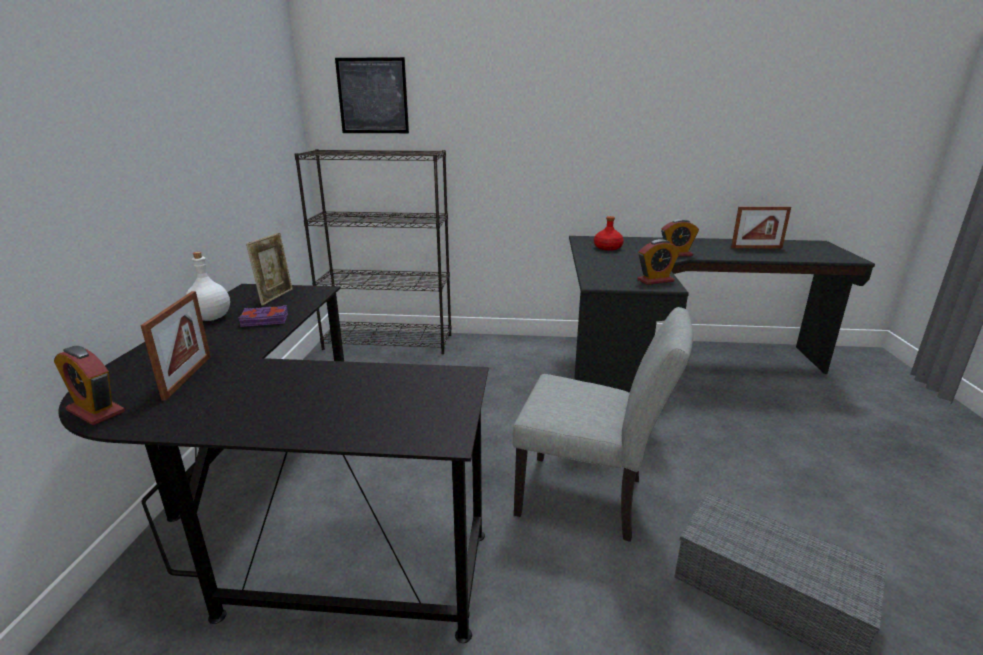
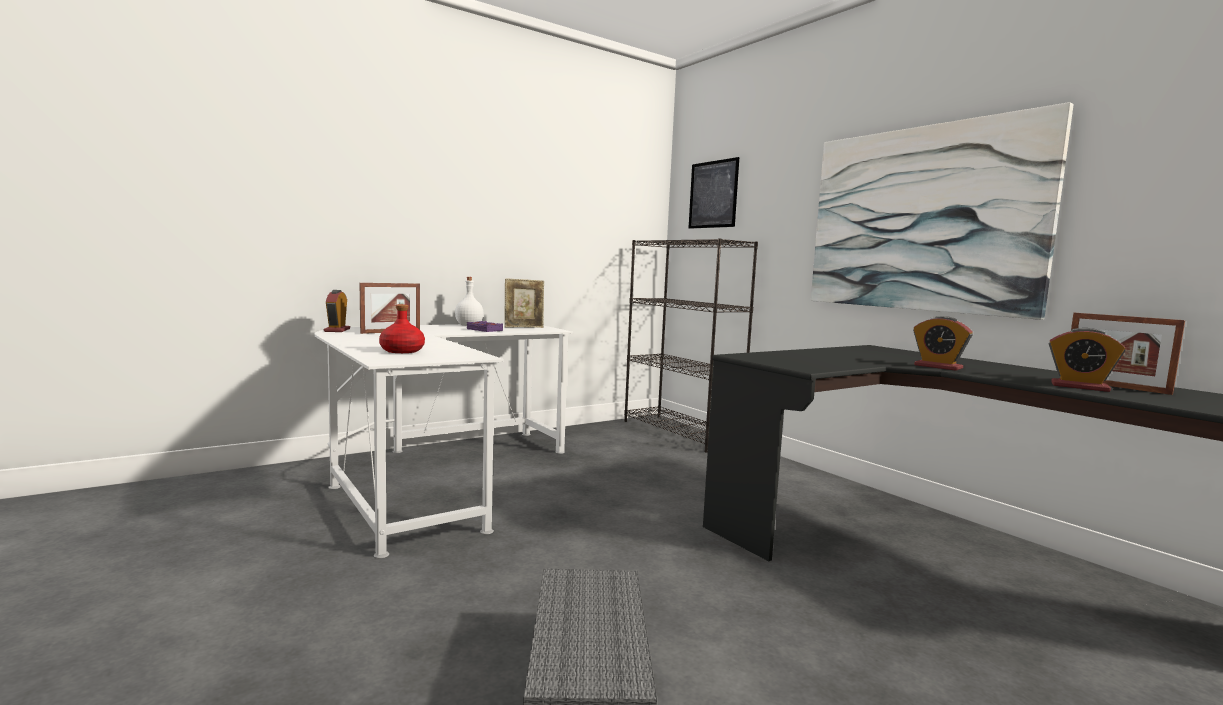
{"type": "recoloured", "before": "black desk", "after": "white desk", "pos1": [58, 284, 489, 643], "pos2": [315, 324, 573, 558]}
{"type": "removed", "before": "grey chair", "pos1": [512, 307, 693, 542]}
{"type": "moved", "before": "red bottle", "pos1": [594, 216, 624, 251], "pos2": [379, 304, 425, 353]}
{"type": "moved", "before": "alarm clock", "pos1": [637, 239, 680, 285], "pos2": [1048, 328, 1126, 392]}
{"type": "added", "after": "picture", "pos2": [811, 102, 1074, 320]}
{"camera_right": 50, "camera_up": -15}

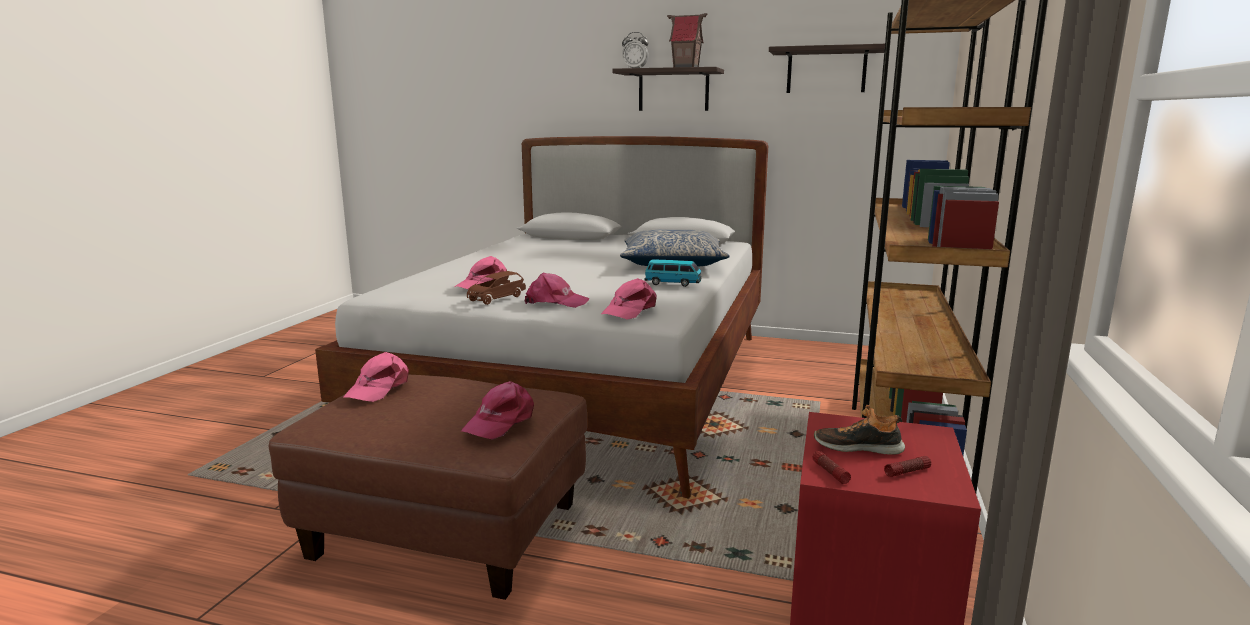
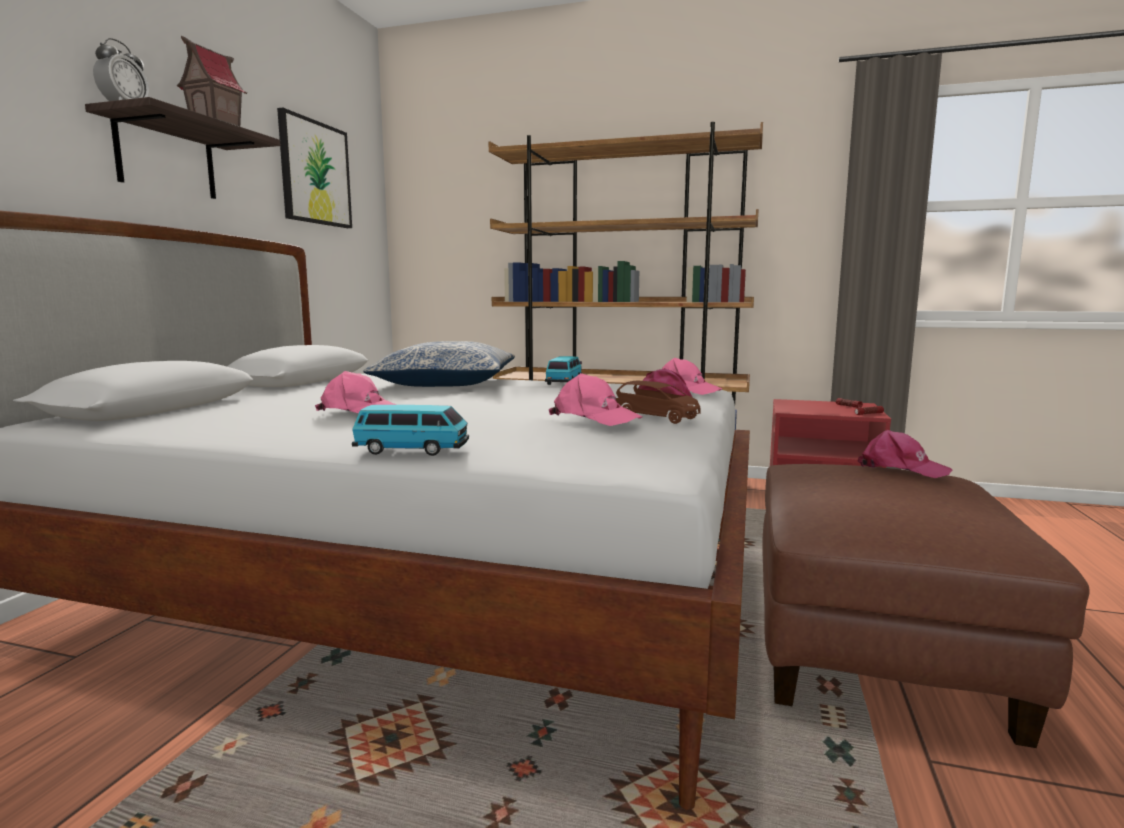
{"type": "moved", "before": "pink cap", "pos1": [343, 352, 409, 402], "pos2": [315, 371, 396, 413]}
{"type": "replaced", "before": "shelf", "after": "picture", "pos1": [769, 44, 885, 93], "pos2": [277, 108, 352, 228]}
{"type": "removed", "before": "shoe", "pos1": [814, 405, 905, 455]}
{"type": "added", "after": "toy car", "pos2": [352, 405, 469, 456]}
{"camera_right": -90, "camera_up": -5}

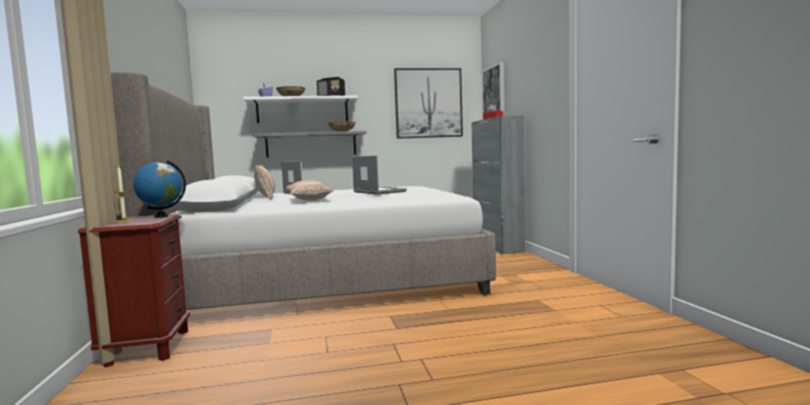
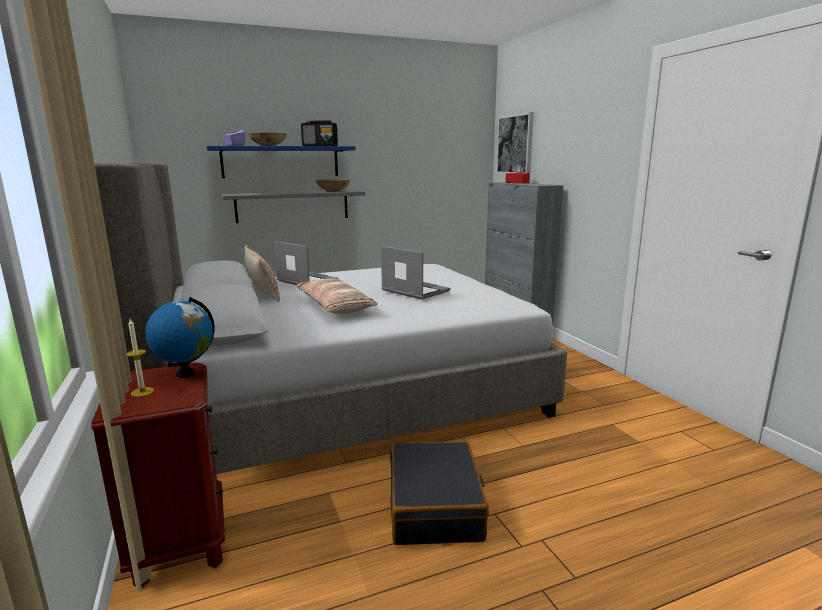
{"type": "recoloured", "before": "white shelf", "after": "blue shelf", "pos1": [243, 95, 358, 123], "pos2": [207, 146, 356, 178]}
{"type": "removed", "before": "picture", "pos1": [394, 68, 463, 139]}
{"type": "added", "after": "black suitcase", "pos2": [390, 441, 489, 545]}
{"camera_right": -10, "camera_up": 10}

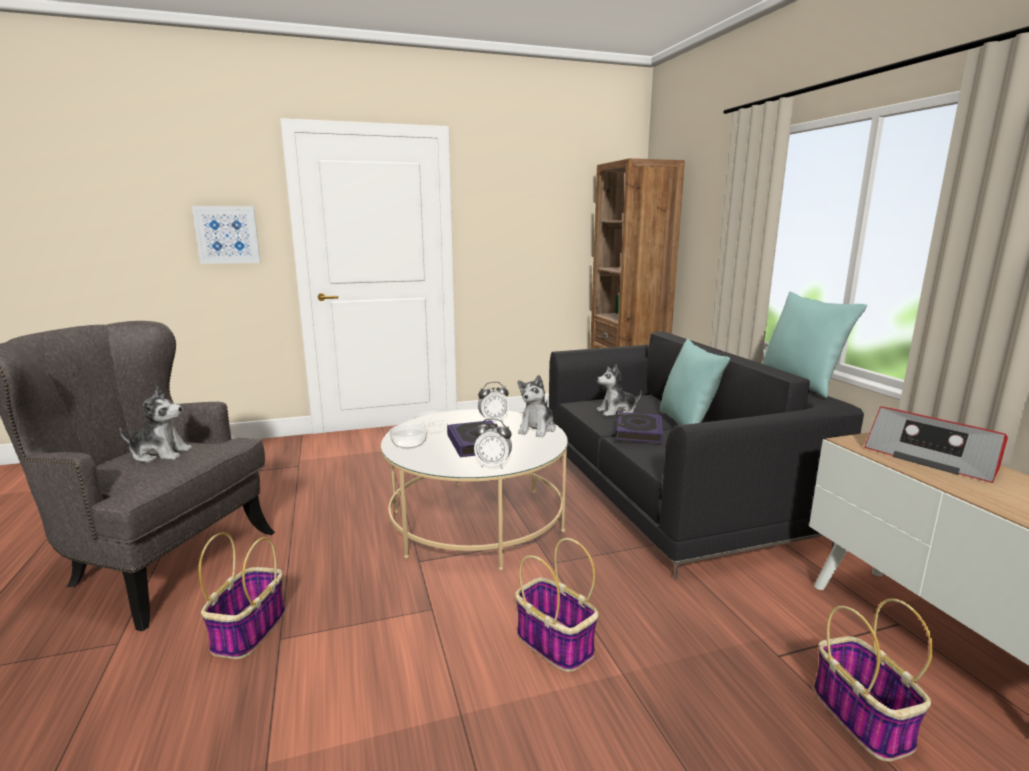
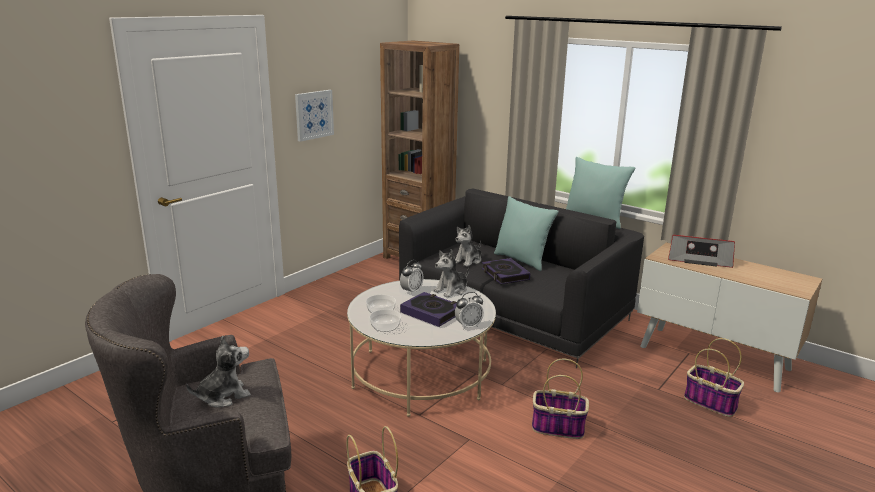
{"type": "moved", "before": "picture", "pos1": [192, 206, 260, 264], "pos2": [295, 90, 334, 142]}
{"type": "turned", "before": "plush toy", "pos1": [518, 375, 556, 437], "pos2": [434, 250, 469, 298], "turn": 60}
{"camera_right": -35, "camera_up": 5}

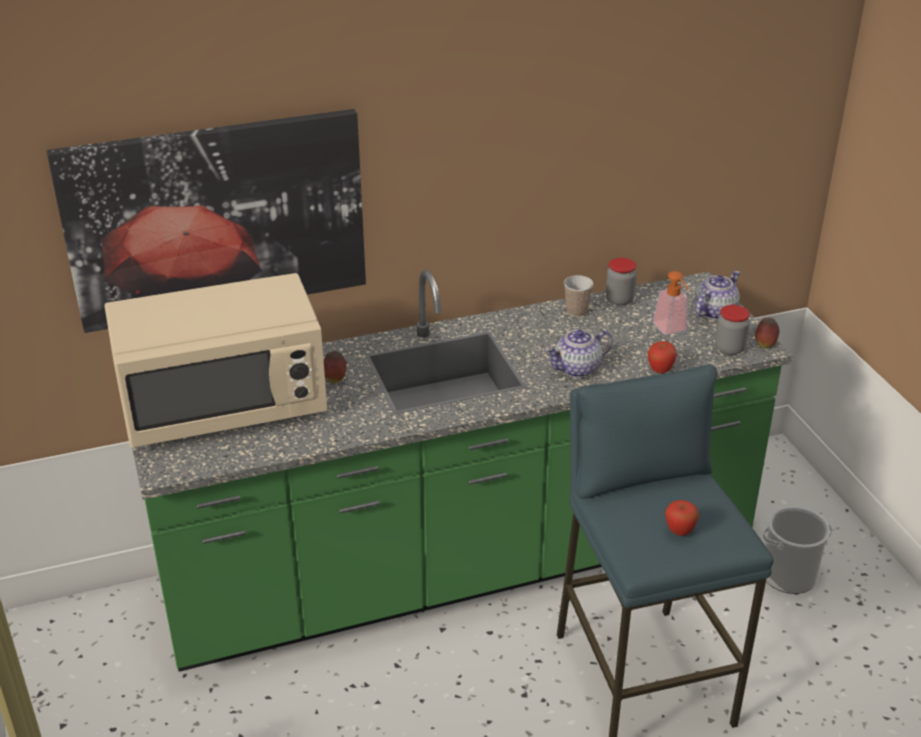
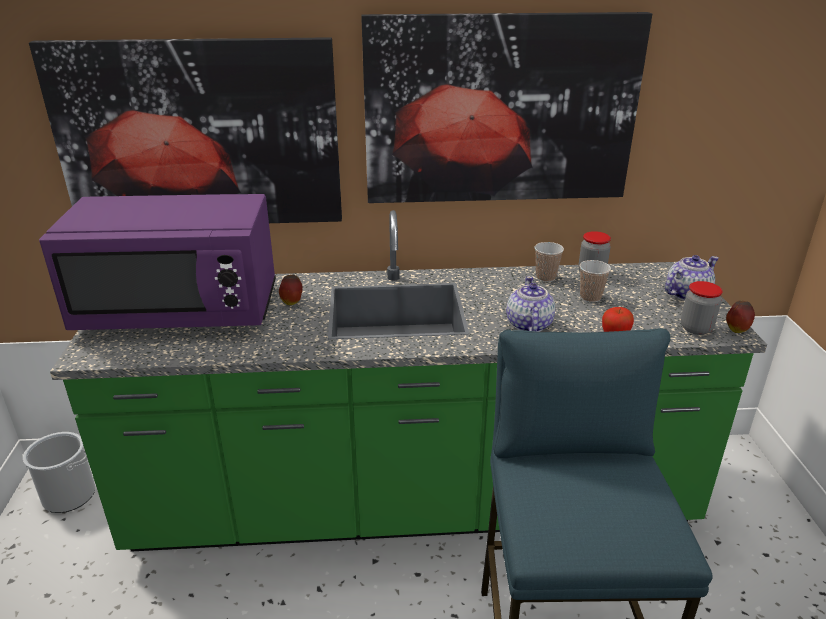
{"type": "recoloured", "before": "beige microwave", "after": "purple microwave", "pos1": [104, 273, 327, 447], "pos2": [39, 194, 276, 330]}
{"type": "turned", "before": "teapot", "pos1": [545, 329, 612, 378], "pos2": [506, 276, 556, 332], "turn": 105}
{"type": "removed", "before": "soap dispenser", "pos1": [653, 271, 689, 335]}
{"type": "removed", "before": "apple", "pos1": [665, 500, 699, 536]}
{"type": "moved", "before": "bucket", "pos1": [763, 506, 833, 594], "pos2": [22, 432, 95, 513]}
{"type": "added", "after": "picture", "pos2": [361, 12, 652, 203]}
{"type": "added", "after": "cup", "pos2": [580, 260, 611, 302]}
{"camera_right": 15, "camera_up": -5}

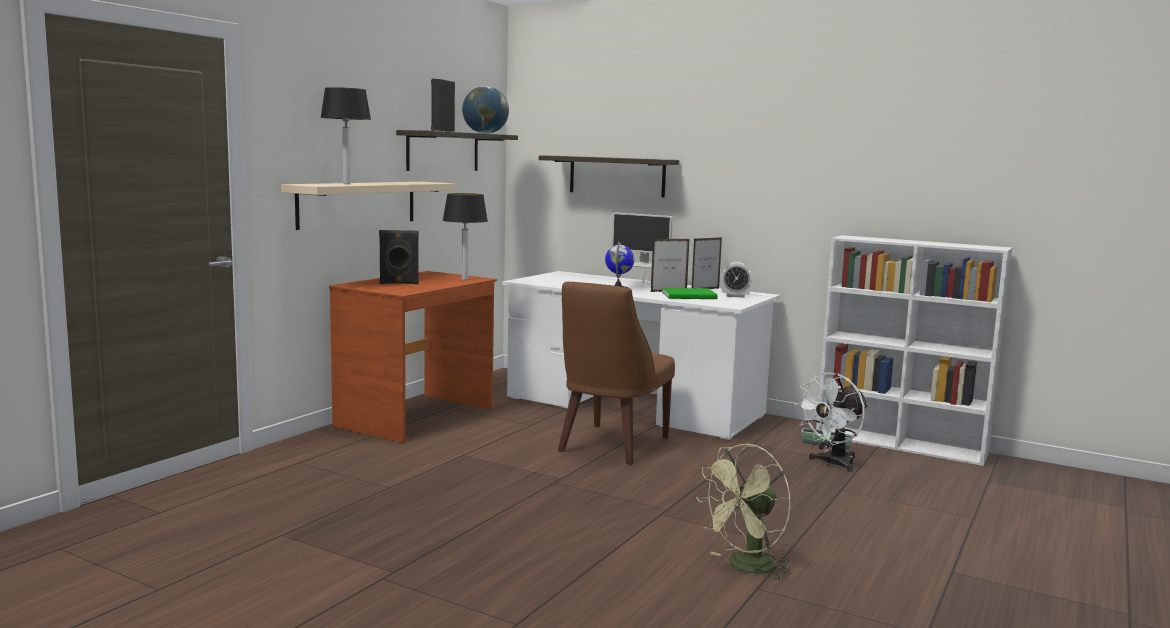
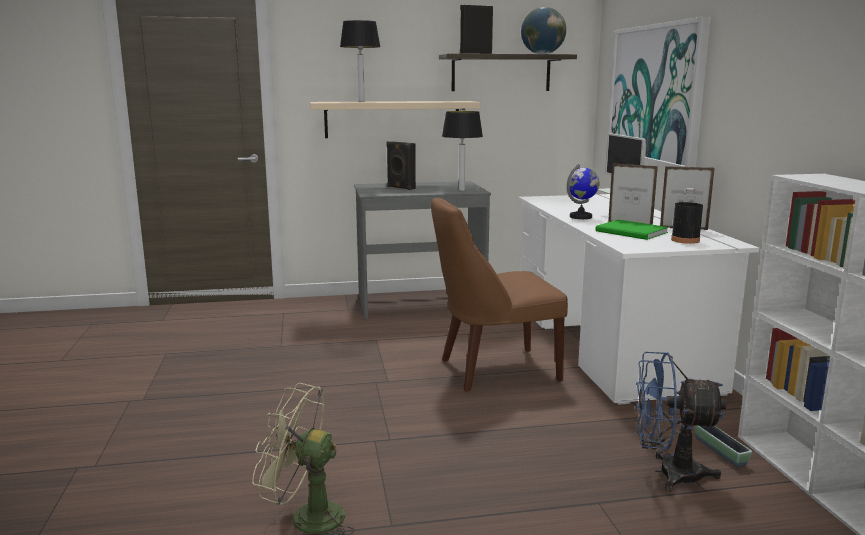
{"type": "recoloured", "before": "brown desk", "after": "grey desk", "pos1": [329, 271, 497, 443], "pos2": [354, 181, 491, 320]}
{"type": "replaced", "before": "shelf", "after": "picture", "pos1": [539, 155, 679, 197], "pos2": [606, 17, 711, 167]}
{"type": "replaced", "before": "alarm clock", "after": "black bottle", "pos1": [721, 262, 752, 298], "pos2": [671, 188, 703, 244]}
{"type": "recoloured", "before": "white fan", "after": "blue fan", "pos1": [794, 372, 868, 472], "pos2": [635, 352, 727, 491]}
{"camera_right": 50, "camera_up": 5}

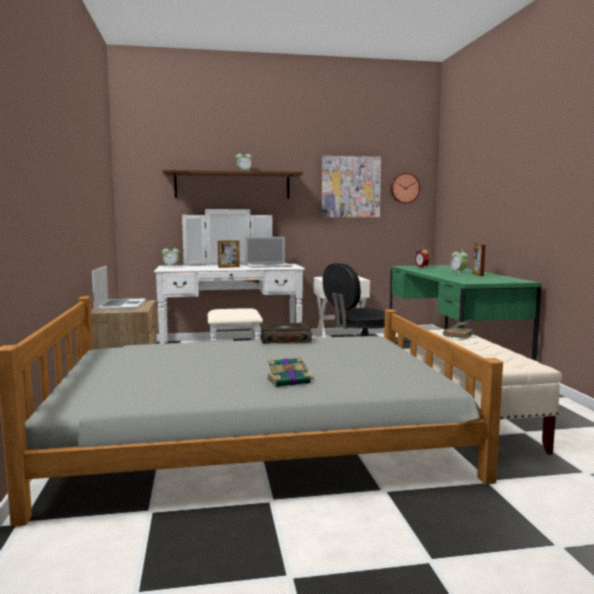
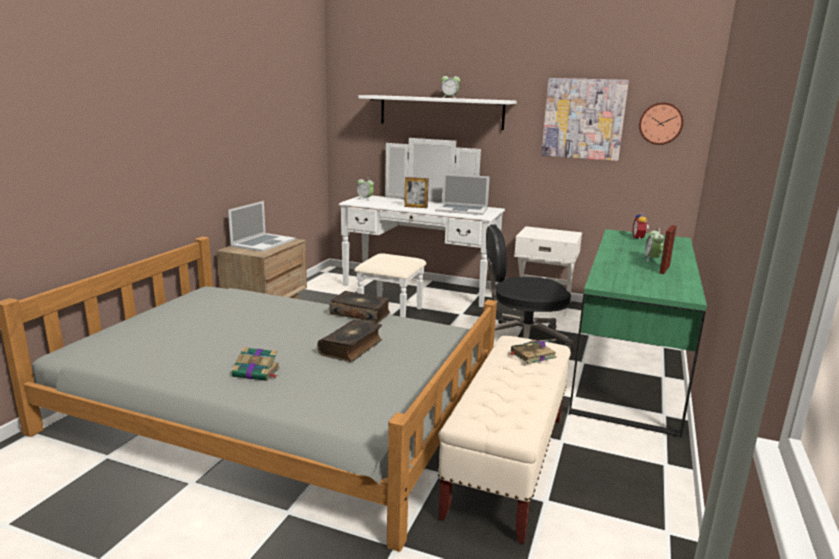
{"type": "recoloured", "before": "brown shelf", "after": "white shelf", "pos1": [162, 170, 303, 199], "pos2": [358, 95, 517, 130]}
{"type": "added", "after": "book", "pos2": [317, 319, 382, 362]}
{"camera_right": 30, "camera_up": 10}

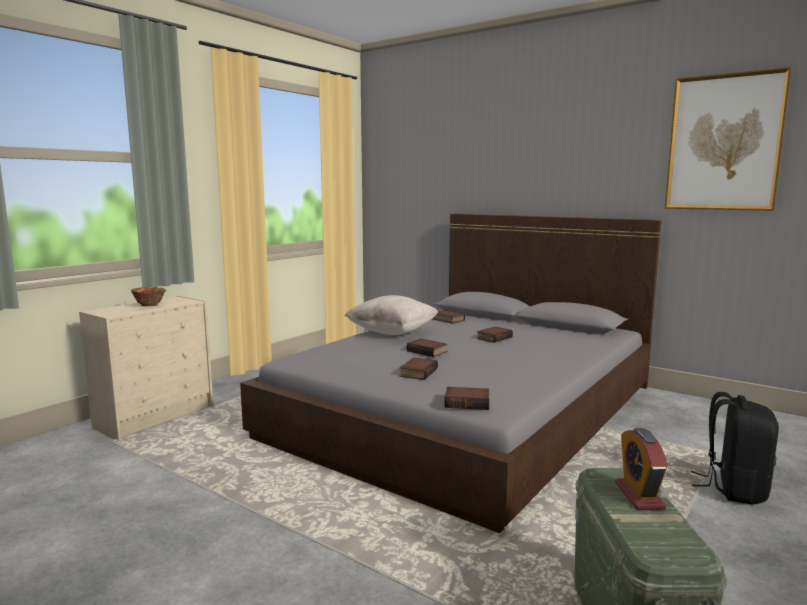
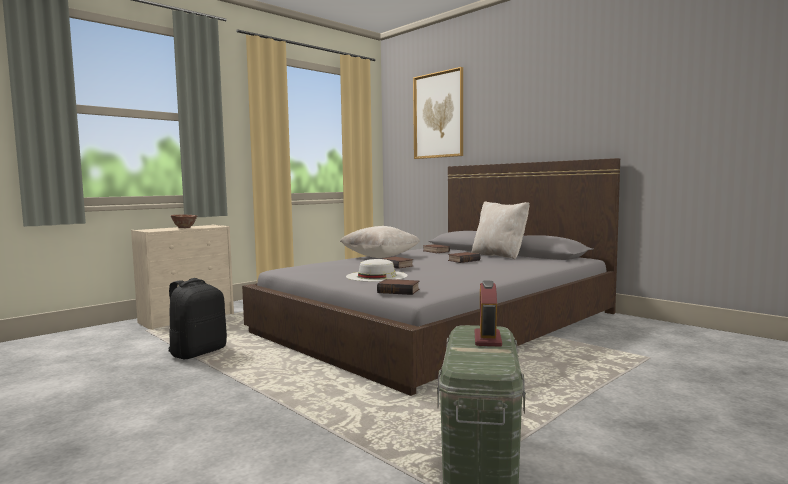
{"type": "replaced", "before": "book", "after": "white hat", "pos1": [400, 358, 438, 380], "pos2": [346, 259, 408, 282]}
{"type": "moved", "before": "picture", "pos1": [665, 67, 792, 211], "pos2": [413, 67, 463, 159]}
{"type": "moved", "before": "black backpack", "pos1": [691, 392, 779, 504], "pos2": [168, 278, 227, 359]}
{"type": "added", "after": "beige pillow", "pos2": [472, 201, 529, 260]}
{"camera_right": 10, "camera_up": -5}

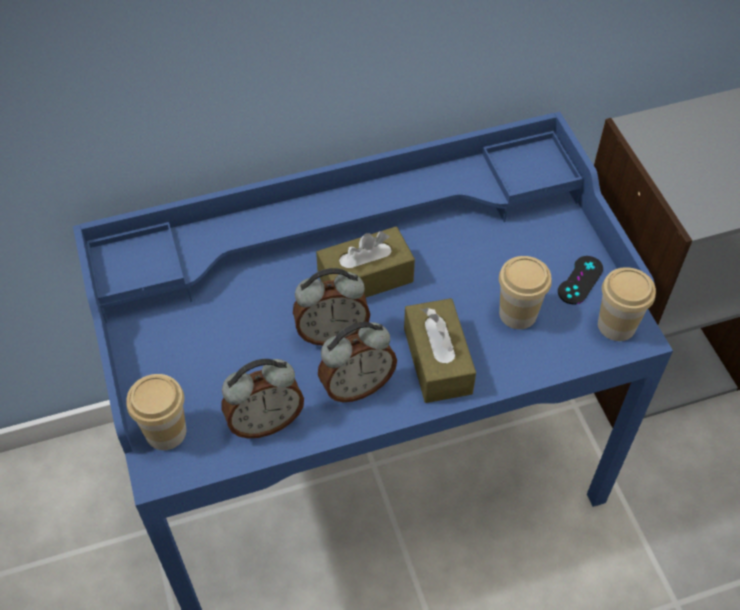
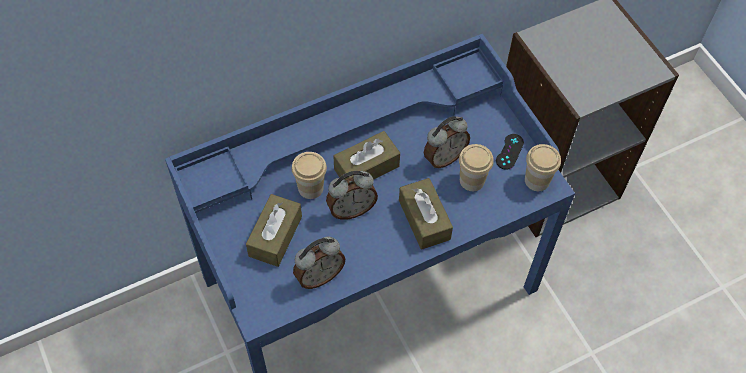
{"type": "moved", "before": "cup", "pos1": [127, 374, 186, 450], "pos2": [292, 152, 327, 199]}
{"type": "moved", "before": "alarm clock", "pos1": [318, 322, 397, 402], "pos2": [424, 116, 470, 168]}
{"type": "added", "after": "brown tissue box", "pos2": [246, 194, 302, 267]}
{"camera_right": -10, "camera_up": 5}

